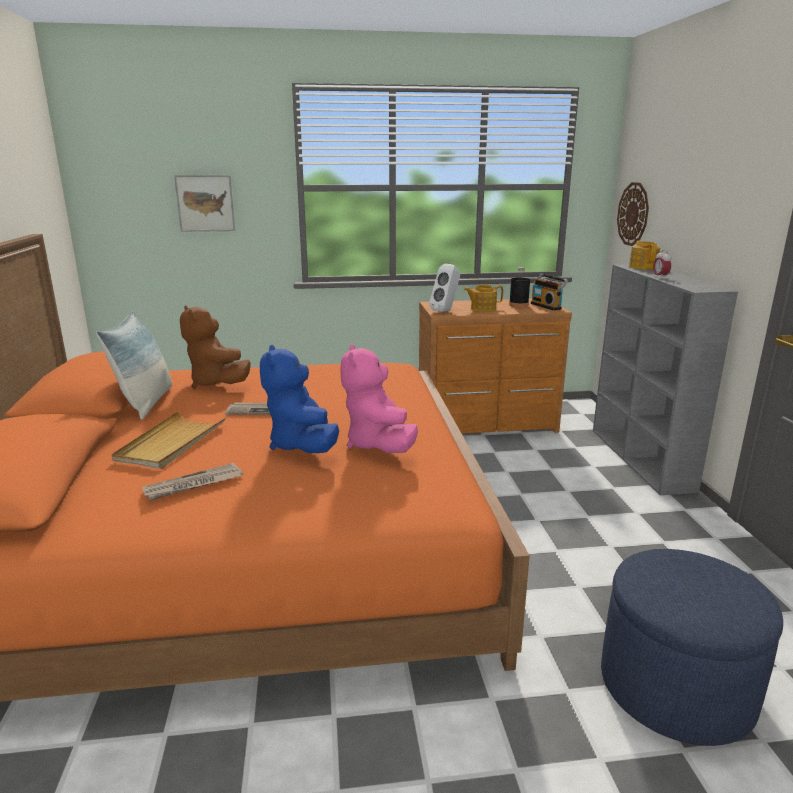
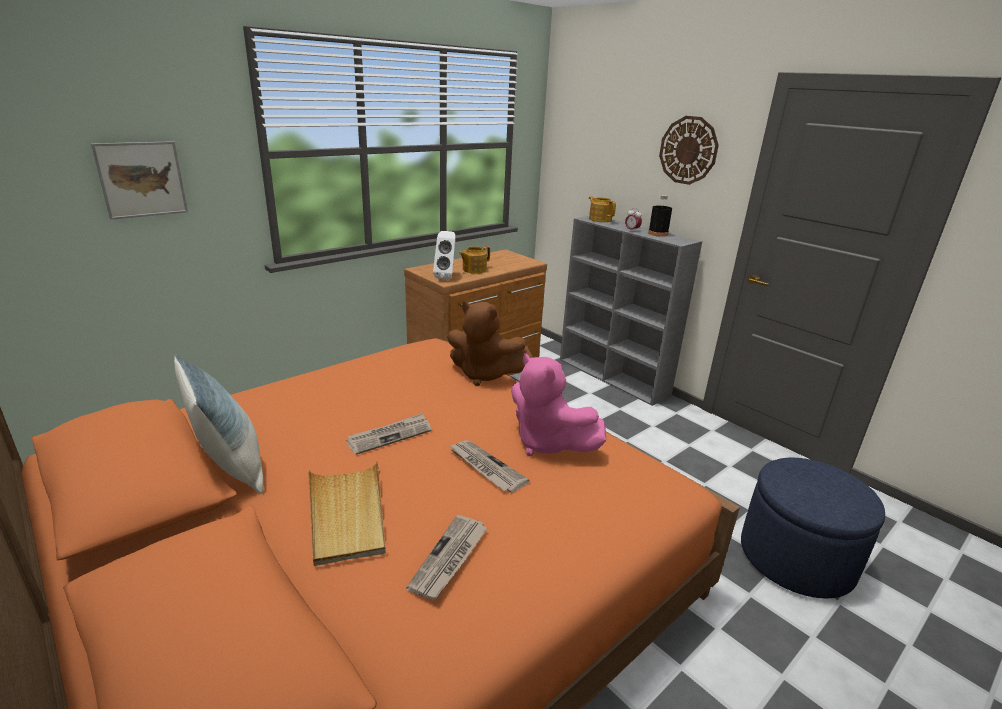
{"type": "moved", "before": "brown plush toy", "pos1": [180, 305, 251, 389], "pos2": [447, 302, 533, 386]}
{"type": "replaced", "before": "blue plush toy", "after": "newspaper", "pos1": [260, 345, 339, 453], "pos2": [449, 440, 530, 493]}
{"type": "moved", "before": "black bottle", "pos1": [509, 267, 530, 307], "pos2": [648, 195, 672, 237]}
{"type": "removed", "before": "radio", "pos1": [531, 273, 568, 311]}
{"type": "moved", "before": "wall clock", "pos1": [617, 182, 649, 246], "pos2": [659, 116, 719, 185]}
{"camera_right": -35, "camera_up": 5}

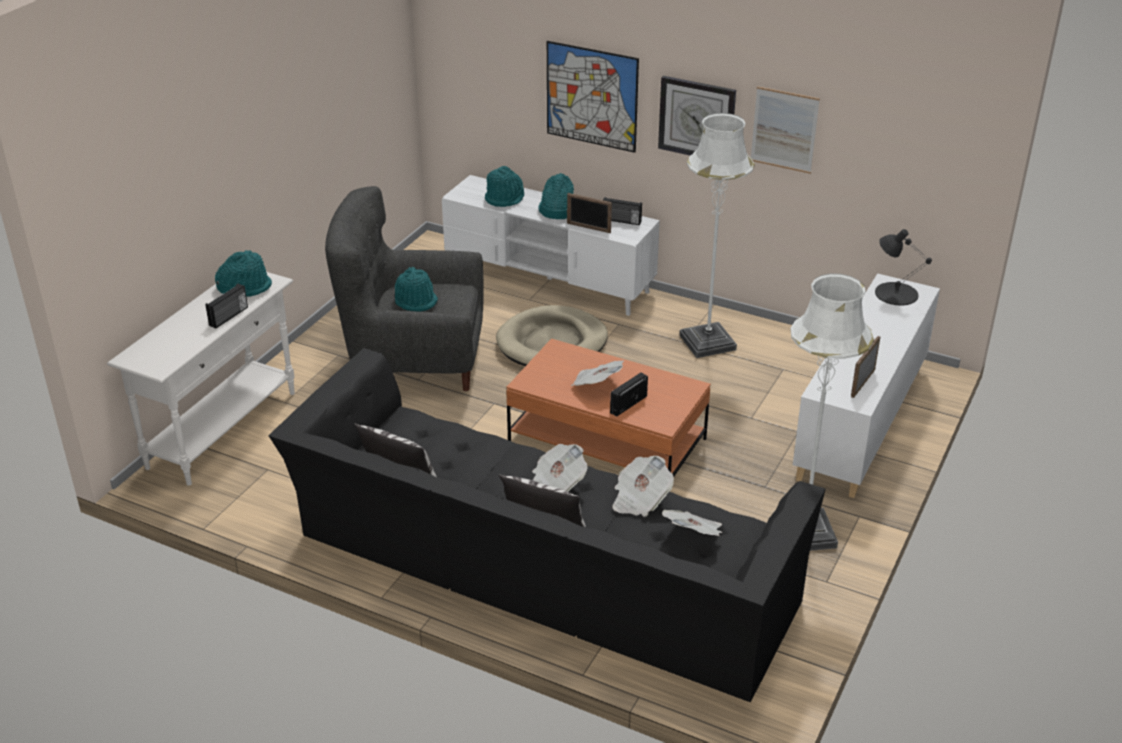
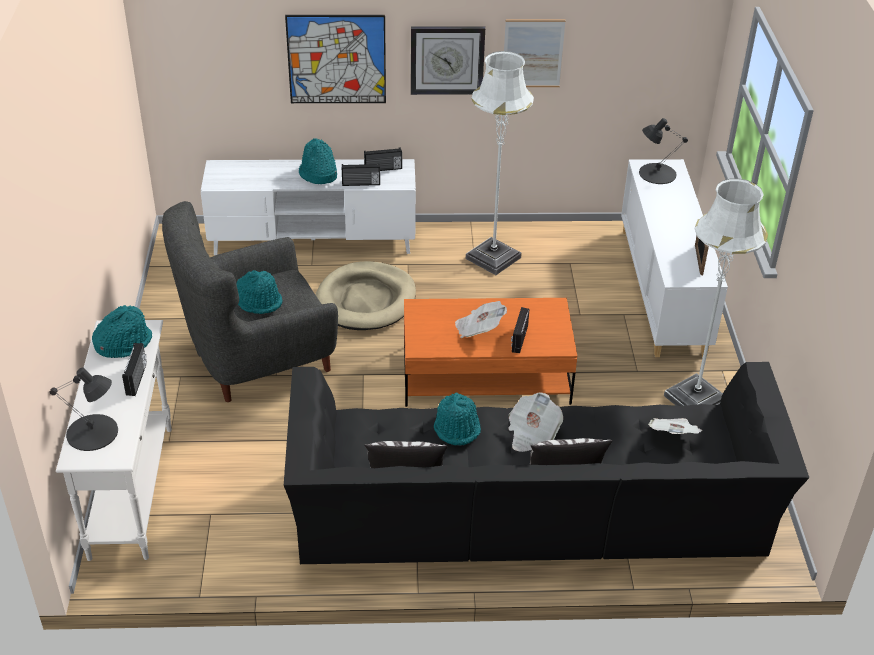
{"type": "moved", "before": "turquoise hat", "pos1": [485, 166, 524, 207], "pos2": [434, 393, 481, 445]}
{"type": "replaced", "before": "picture frame", "after": "radio", "pos1": [567, 193, 612, 233], "pos2": [342, 163, 380, 186]}
{"type": "removed", "before": "newspaper", "pos1": [612, 456, 674, 517]}
{"type": "added", "after": "black table lamp", "pos2": [50, 368, 118, 451]}
{"camera_right": -30, "camera_up": 5}

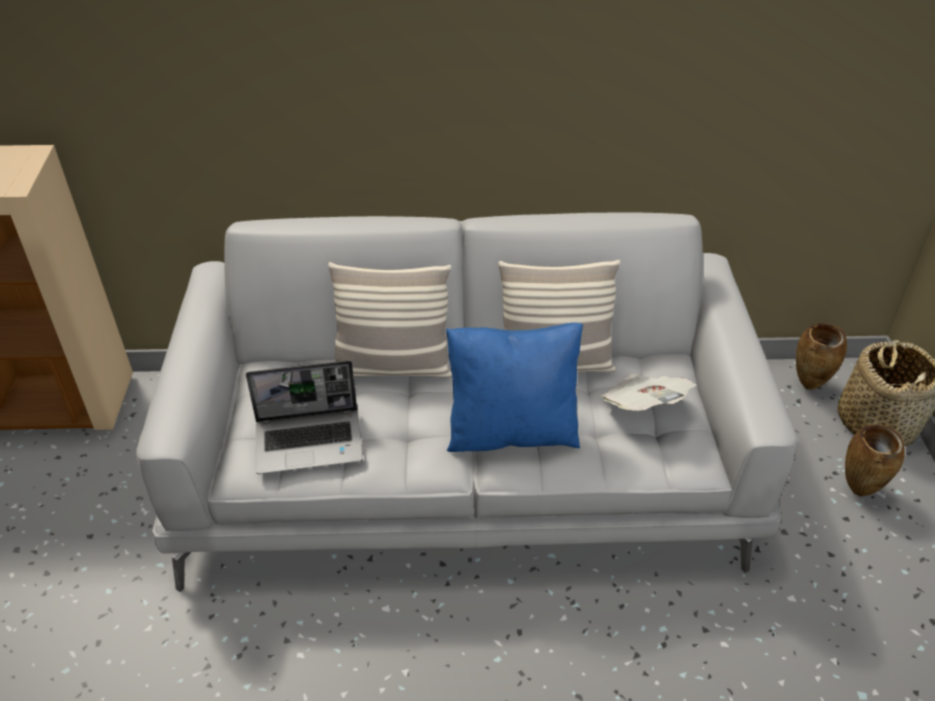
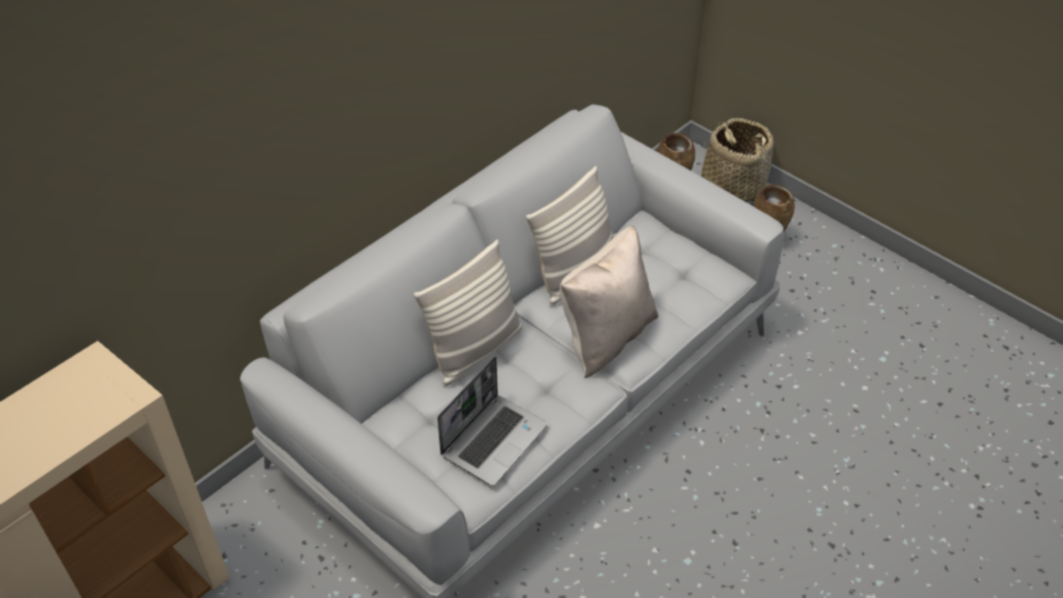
{"type": "recoloured", "before": "blue pillow", "after": "beige pillow", "pos1": [446, 323, 583, 452], "pos2": [560, 226, 659, 378]}
{"type": "removed", "before": "newspaper", "pos1": [599, 374, 696, 411]}
{"camera_right": -45, "camera_up": 5}

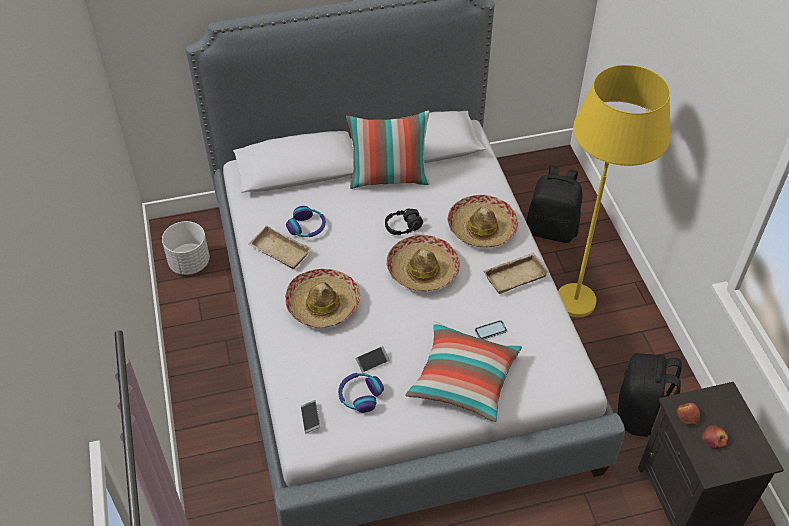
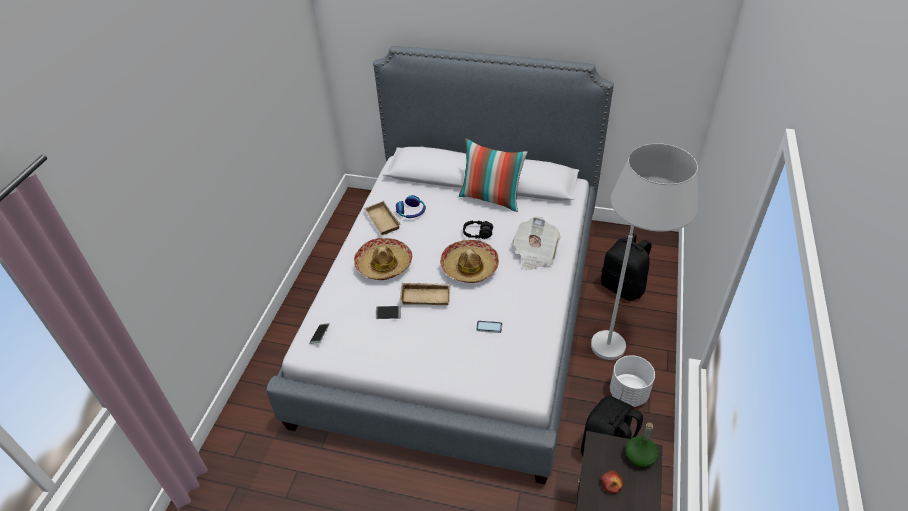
{"type": "moved", "before": "white planter", "pos1": [162, 221, 210, 275], "pos2": [610, 355, 655, 407]}
{"type": "removed", "before": "headphones", "pos1": [338, 373, 384, 413]}
{"type": "removed", "before": "pillow", "pos1": [405, 321, 522, 422]}
{"type": "replaced", "before": "hat", "after": "newspaper", "pos1": [447, 195, 518, 247], "pos2": [513, 217, 561, 270]}
{"type": "moved", "before": "beige tray", "pos1": [483, 253, 549, 294], "pos2": [400, 283, 451, 305]}
{"type": "recoloured", "before": "yellow floor lamp", "after": "white floor lamp", "pos1": [558, 65, 670, 317], "pos2": [591, 143, 698, 360]}
{"type": "removed", "before": "apple", "pos1": [677, 403, 700, 425]}
{"type": "added", "after": "green bottle", "pos2": [625, 423, 658, 468]}
{"camera_right": 30, "camera_up": -5}

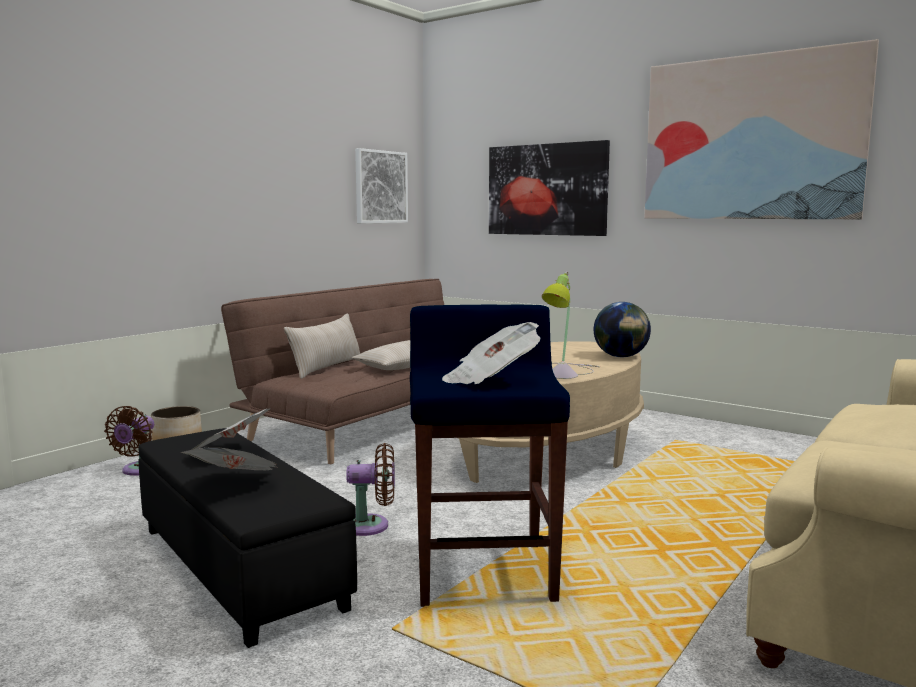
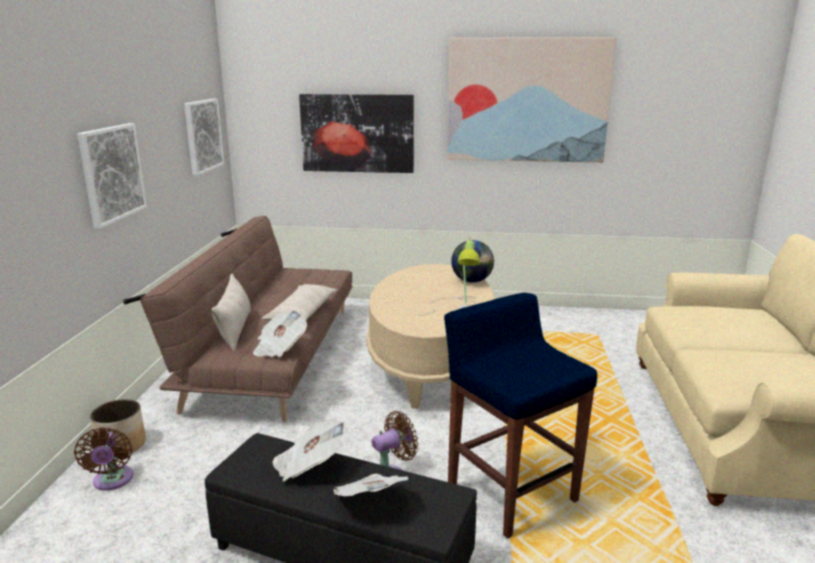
{"type": "moved", "before": "newspaper", "pos1": [442, 322, 541, 384], "pos2": [253, 310, 307, 357]}
{"type": "added", "after": "picture", "pos2": [77, 123, 147, 229]}
{"camera_right": -30, "camera_up": 10}

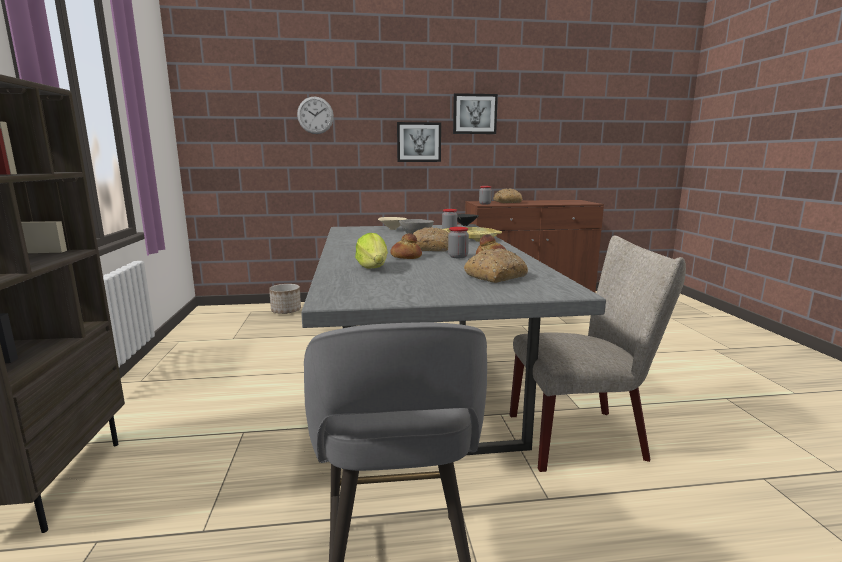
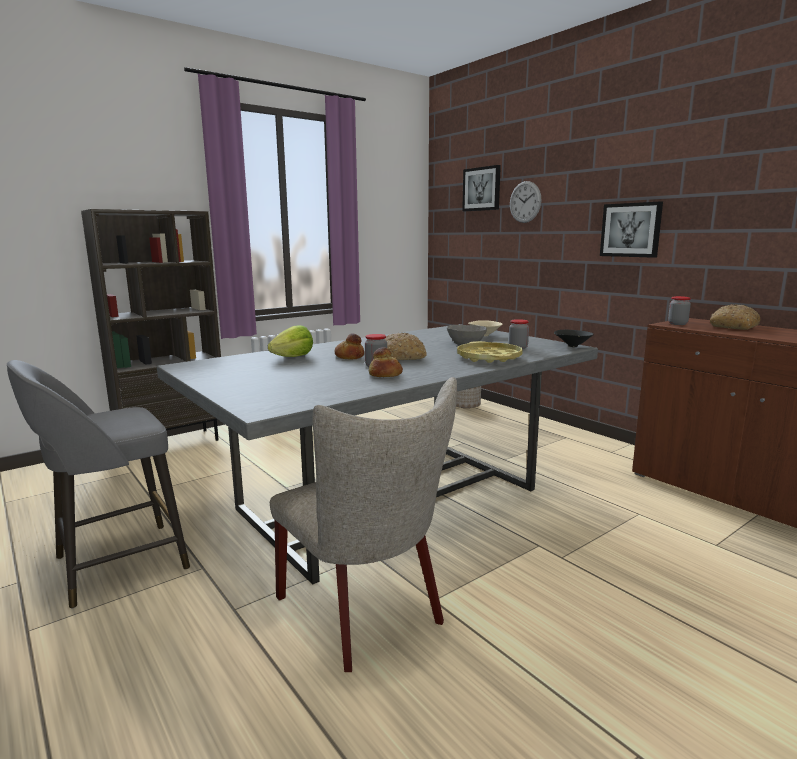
{"type": "moved", "before": "picture", "pos1": [453, 93, 498, 134], "pos2": [462, 165, 501, 211]}
{"type": "removed", "before": "bread", "pos1": [464, 248, 528, 283]}
{"camera_right": 60, "camera_up": 0}

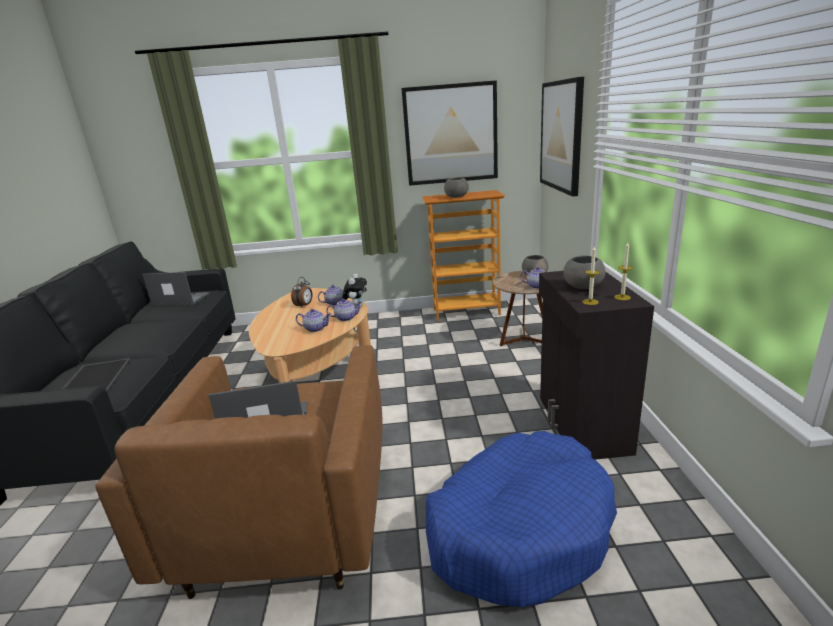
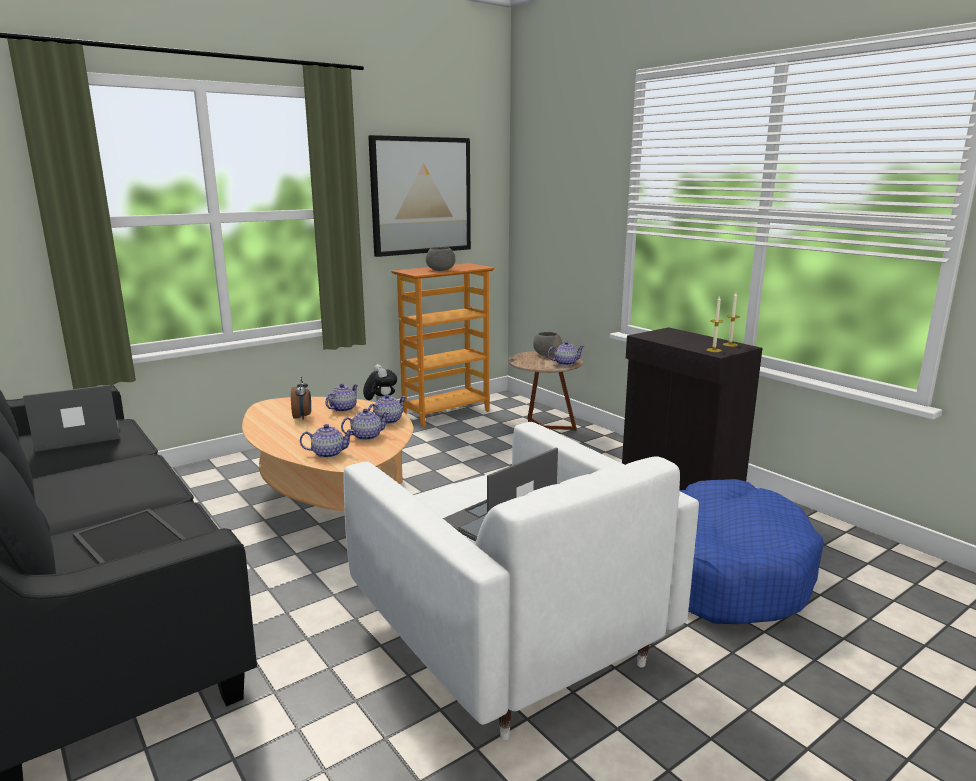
{"type": "recoloured", "before": "brown armchair", "after": "white armchair", "pos1": [95, 345, 383, 599], "pos2": [344, 422, 699, 740]}
{"type": "removed", "before": "picture", "pos1": [540, 77, 584, 196]}
{"type": "removed", "before": "grey bowl", "pos1": [563, 256, 605, 289]}
{"type": "added", "after": "teapot", "pos2": [300, 424, 354, 458]}
{"camera_right": -35, "camera_up": -5}

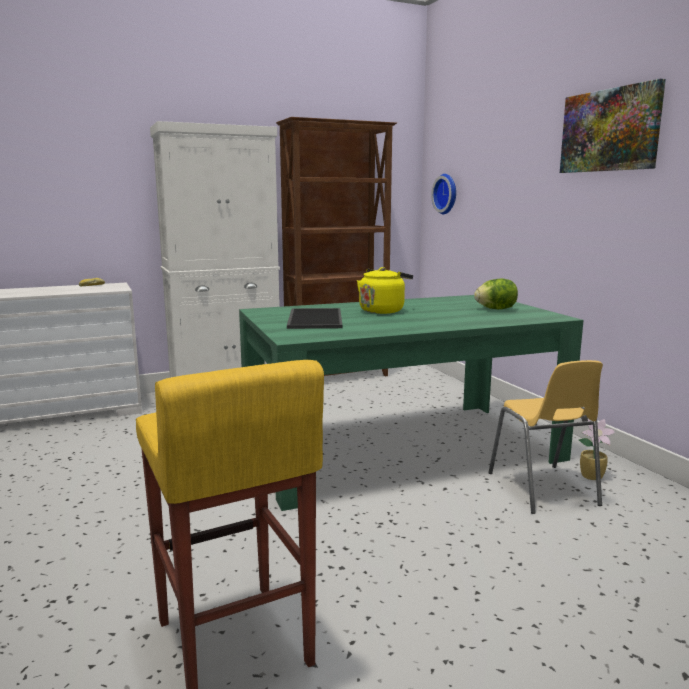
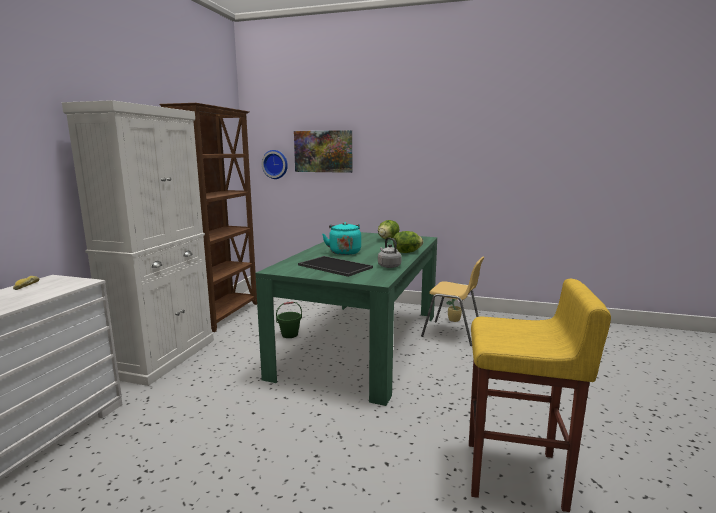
{"type": "recoloured", "before": "yellow kettle", "after": "turquoise kettle", "pos1": [357, 267, 413, 314], "pos2": [322, 222, 361, 255]}
{"type": "moved", "before": "picture", "pos1": [560, 79, 666, 173], "pos2": [294, 130, 352, 173]}
{"type": "added", "after": "green bucket", "pos2": [276, 302, 302, 338]}
{"type": "added", "after": "grey kettle", "pos2": [378, 237, 402, 268]}
{"type": "added", "after": "lettuce", "pos2": [393, 231, 423, 253]}
{"camera_right": -50, "camera_up": 0}

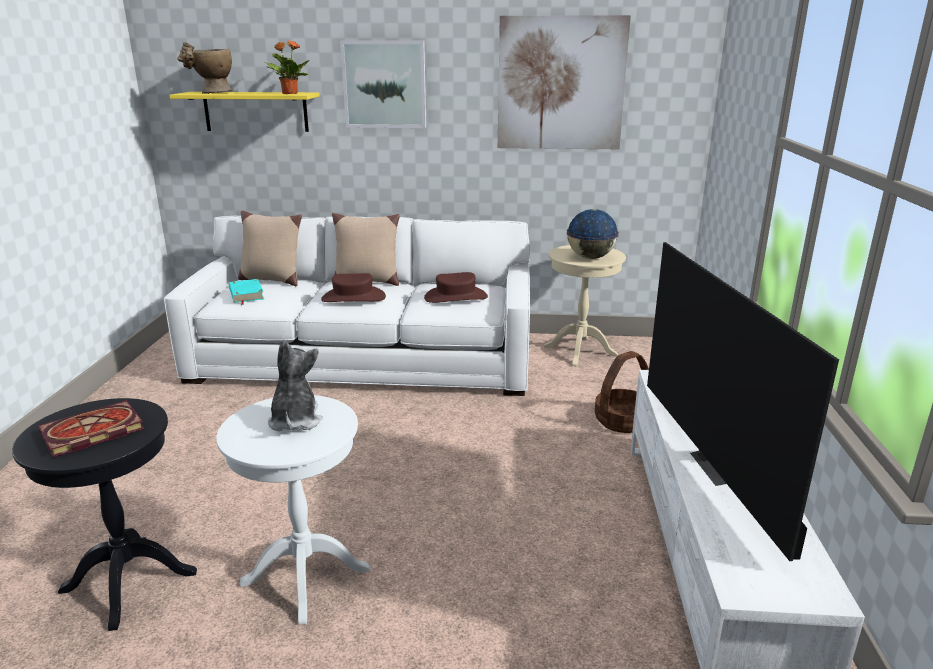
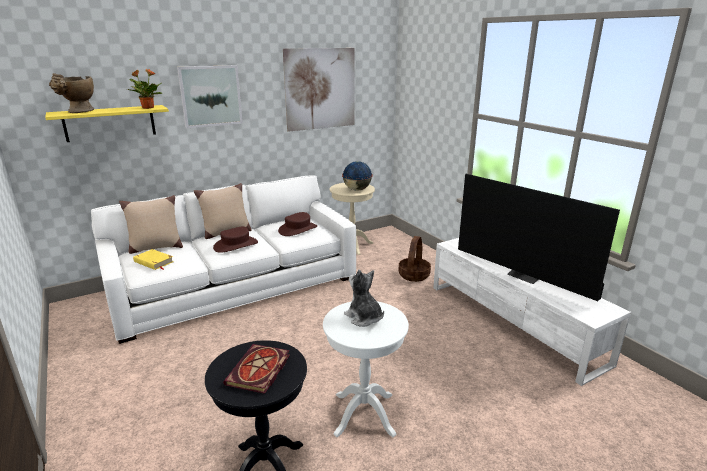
{"type": "recoloured", "before": "turquoise book", "after": "yellow book", "pos1": [229, 279, 264, 305], "pos2": [133, 249, 174, 270]}
{"camera_right": -35, "camera_up": 0}

